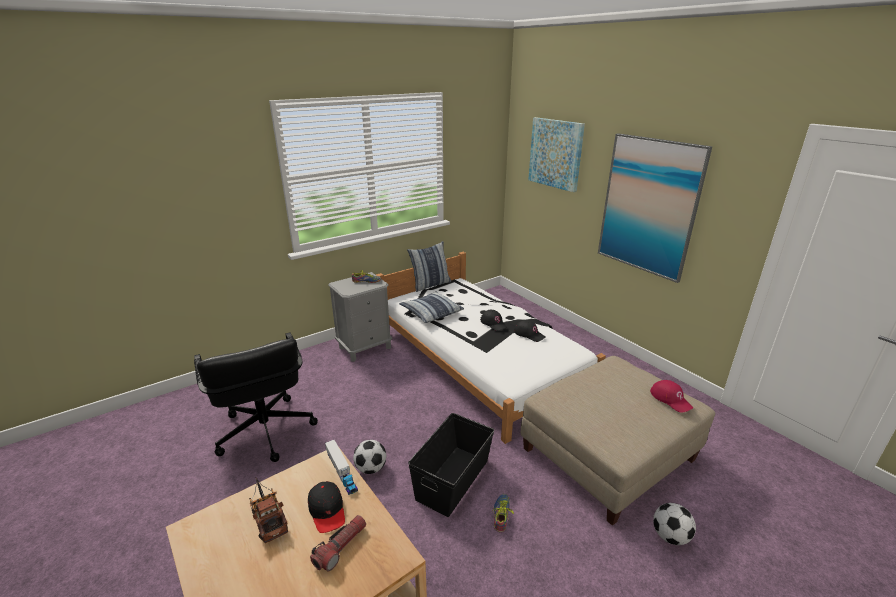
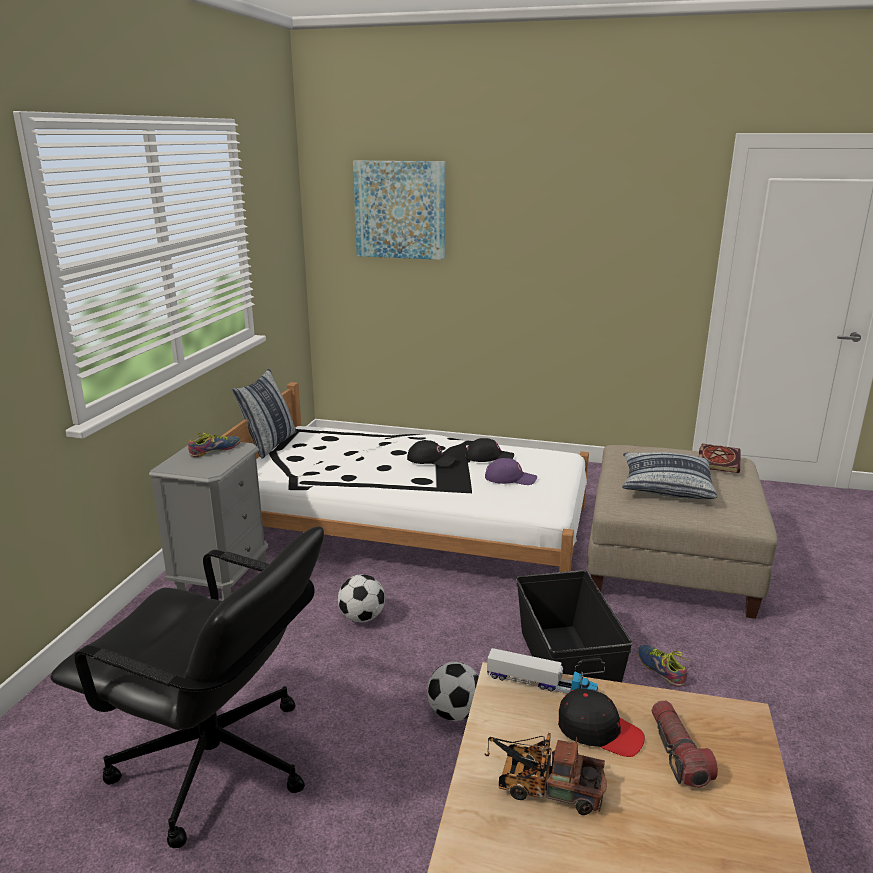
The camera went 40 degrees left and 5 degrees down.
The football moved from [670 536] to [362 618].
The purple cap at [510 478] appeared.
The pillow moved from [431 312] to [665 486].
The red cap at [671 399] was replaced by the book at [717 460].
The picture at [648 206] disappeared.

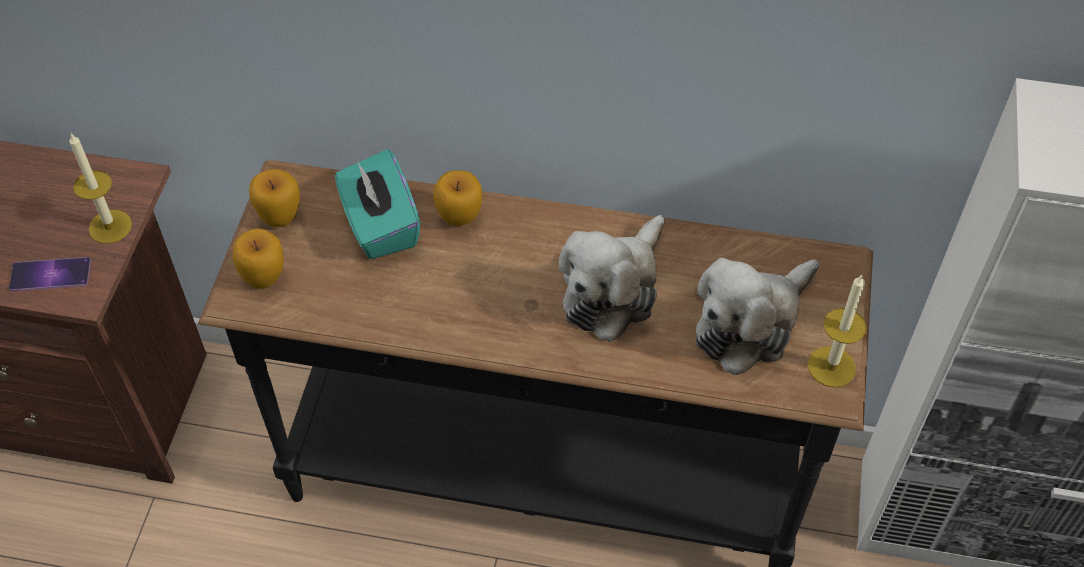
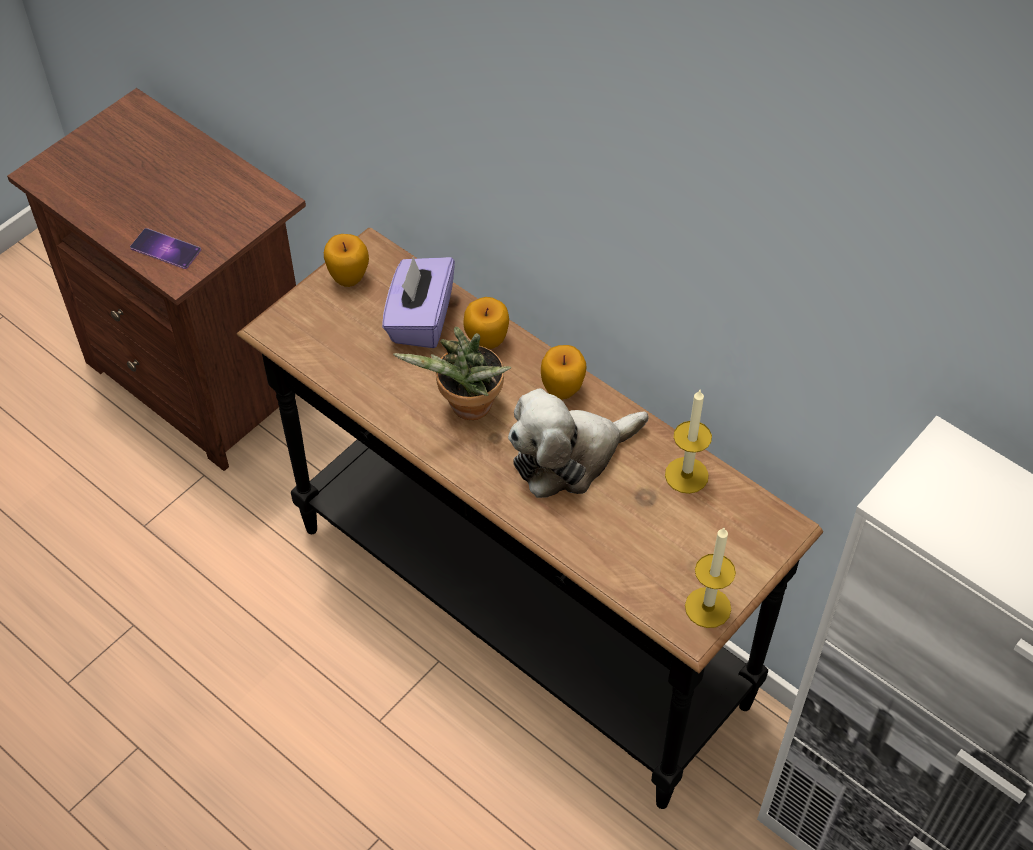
The camera went 30 degrees right and 0 degrees up.
The turquoise tissue box at [380 226] became the purple tissue box at [420 319].
The potted plant at [467 409] appeared.
The apple moved from [264 277] to [562 390].
The candle moved from [110 227] to [686 475].
The plush toy at [750 324] disappeared.

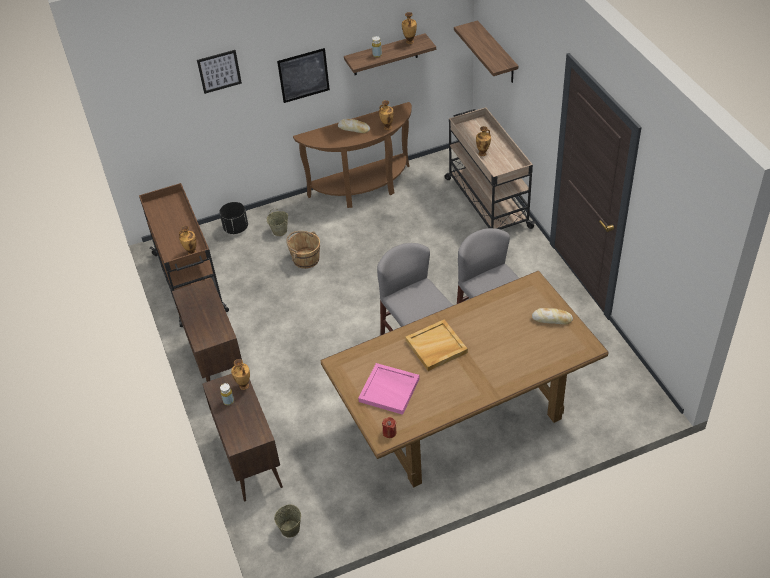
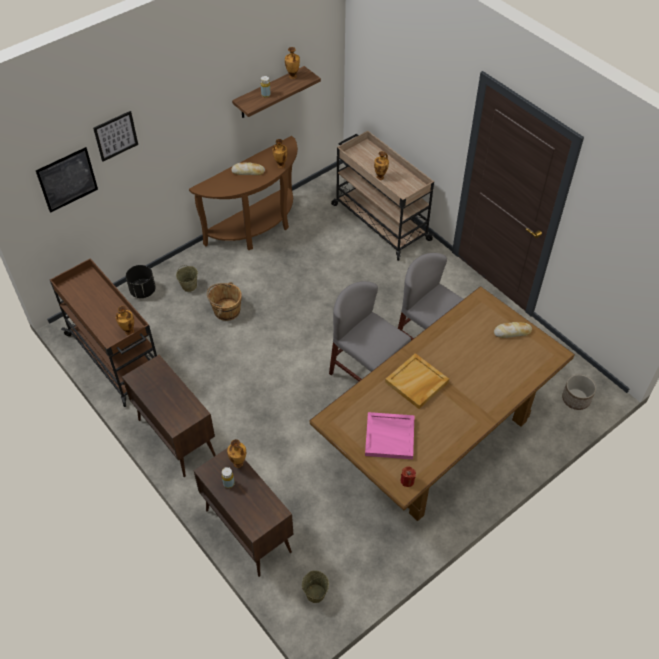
The camera went 20 degrees left and 5 degrees up.
The picture moved from [303 75] to [67 179].
The planter at [576 399] appeared.
The shelf at [497 53] disappeared.

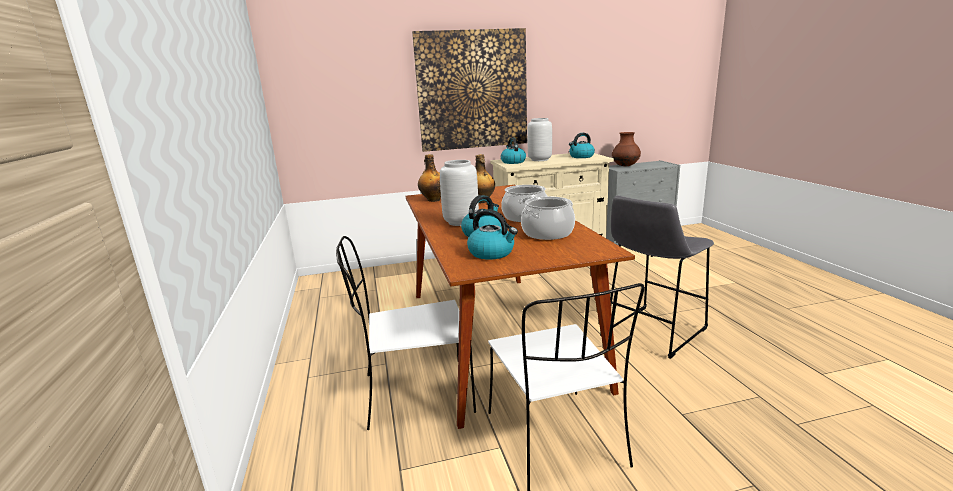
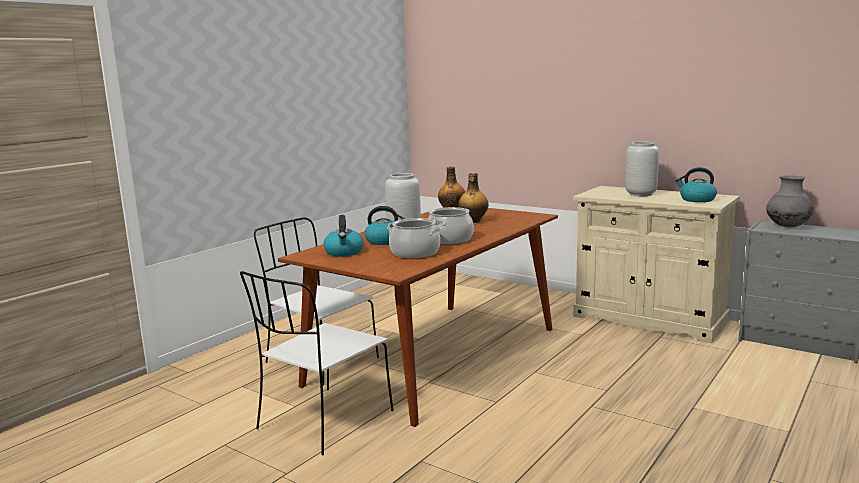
The camera went 50 degrees right and 5 degrees down.
The brown vase at [625 166] became the grey vase at [788 227].
The picture at [472 90] disappeared.
The kettle at [513 162] disappeared.
The grey stool at [652 332] disappeared.

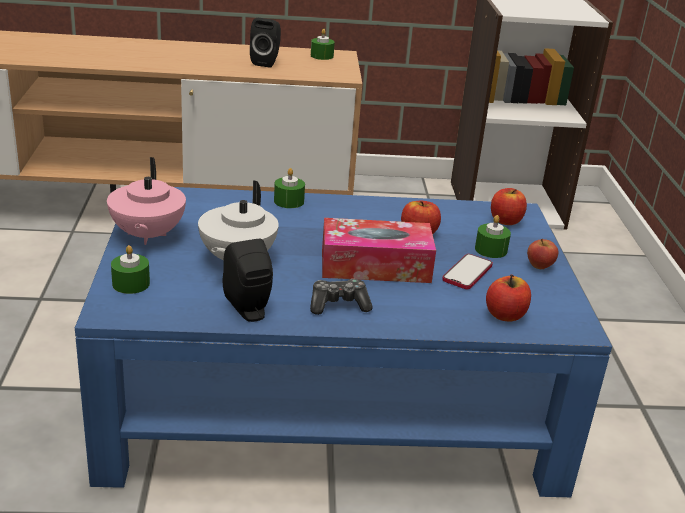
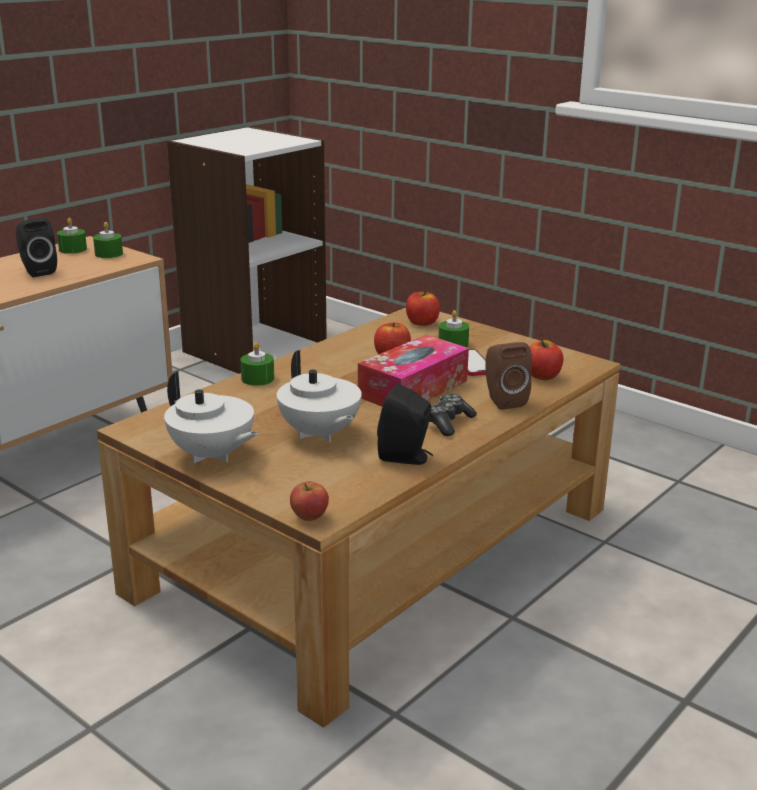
The camera went 45 degrees left and 5 degrees down.
The green candle moved from [131 284] to [109 254].
The blue coffee table at [329 398] became the brown coffee table at [375 550].
The pink teapot at [147 235] became the white teapot at [212 455].
The apple moved from [540 266] to [310 516].
The brown speaker at [503 400] appeared.

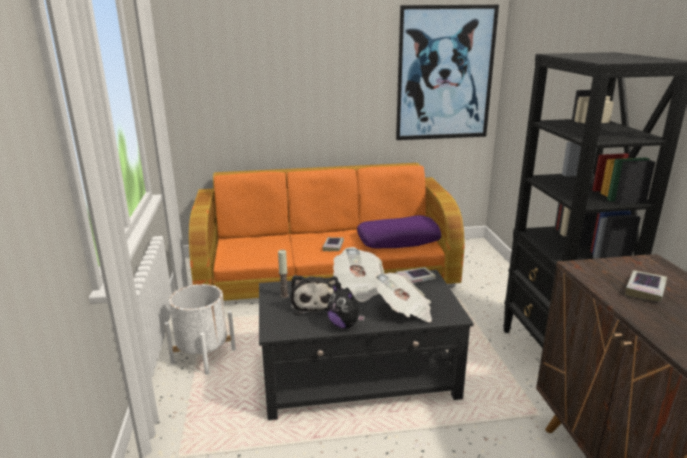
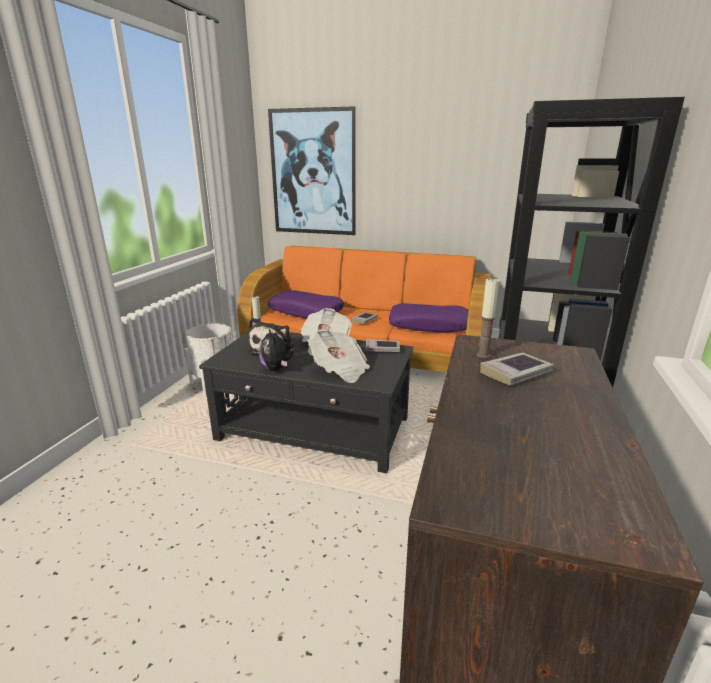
The camera went 25 degrees right and 0 degrees up.
The picture moved from [445 74] to [313 173].
The purple pillow at [306 312] appeared.
The candle at [483 355] appeared.

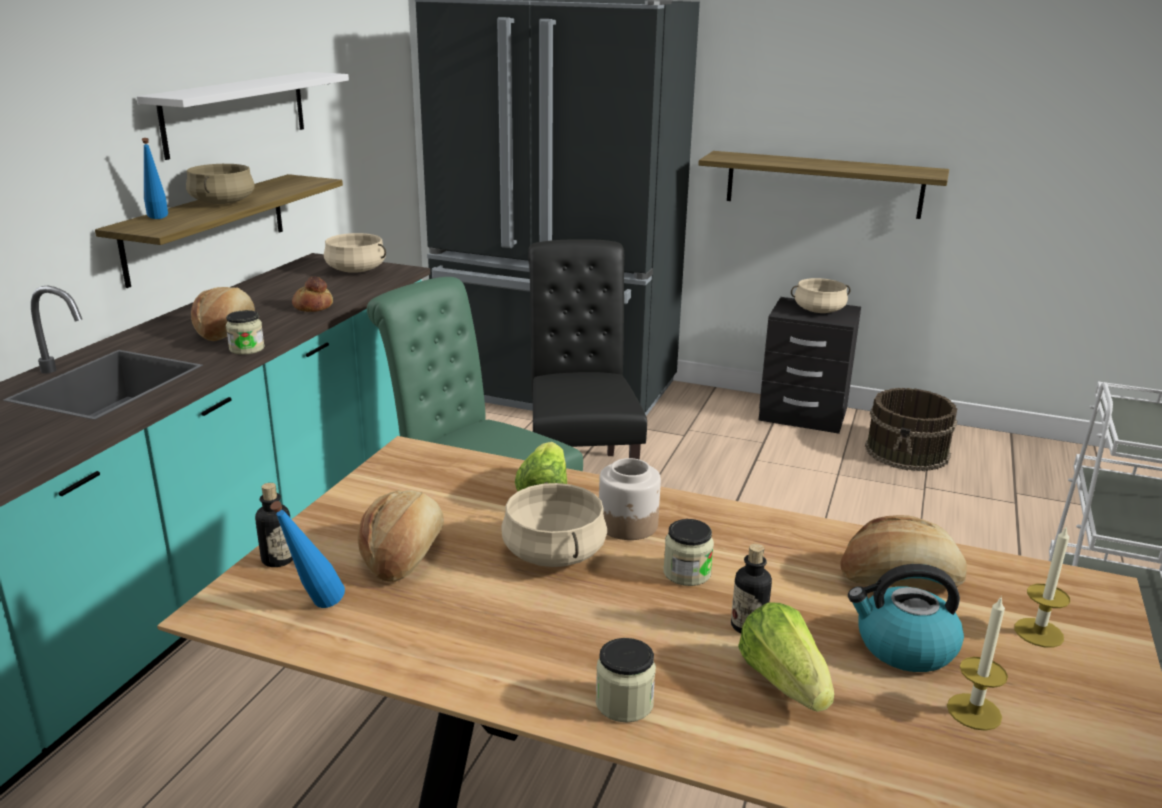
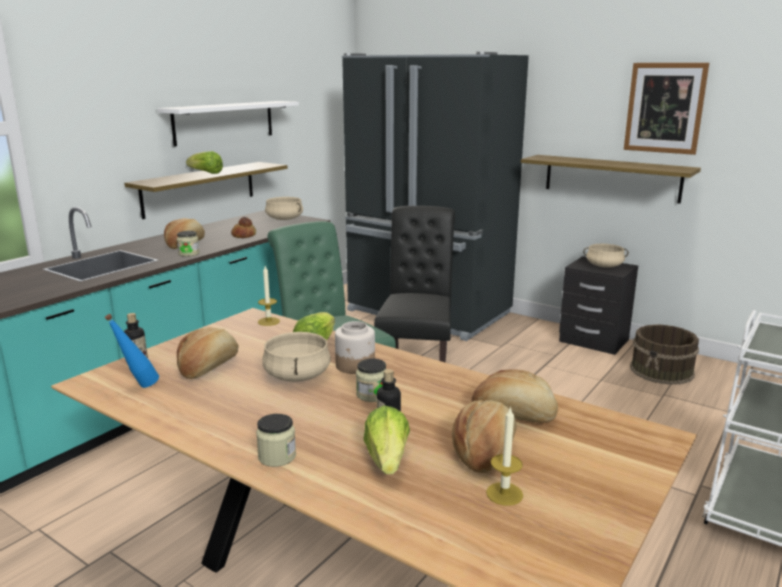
The camera went 15 degrees right and 5 degrees down.
The beige cooking pot at [223 202] was replaced by the lettuce at [206 173].
The candle moved from [1038 632] to [268 321].
The kettle at [903 647] was replaced by the bread at [485 452].
The picture at [664 108] appeared.
The blue bottle at [158 219] disappeared.

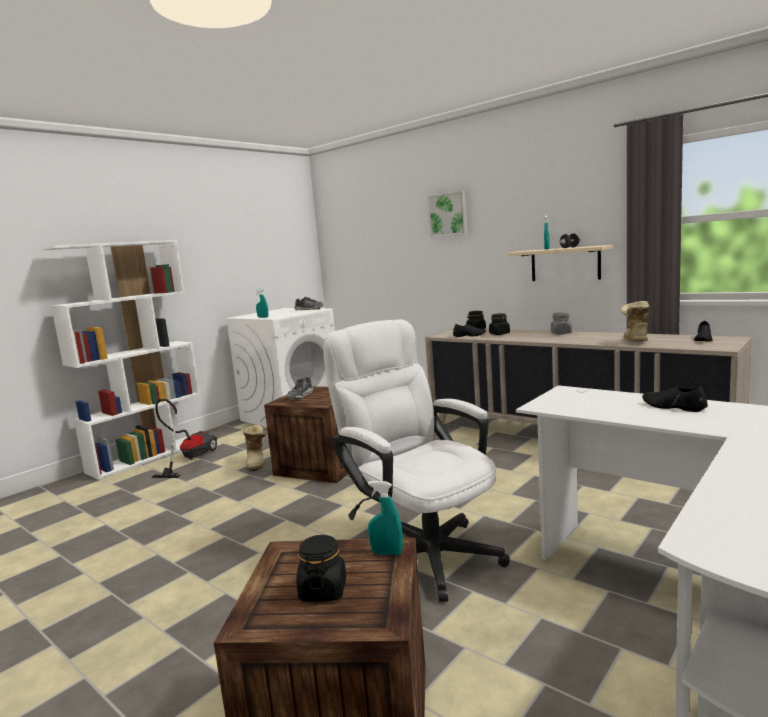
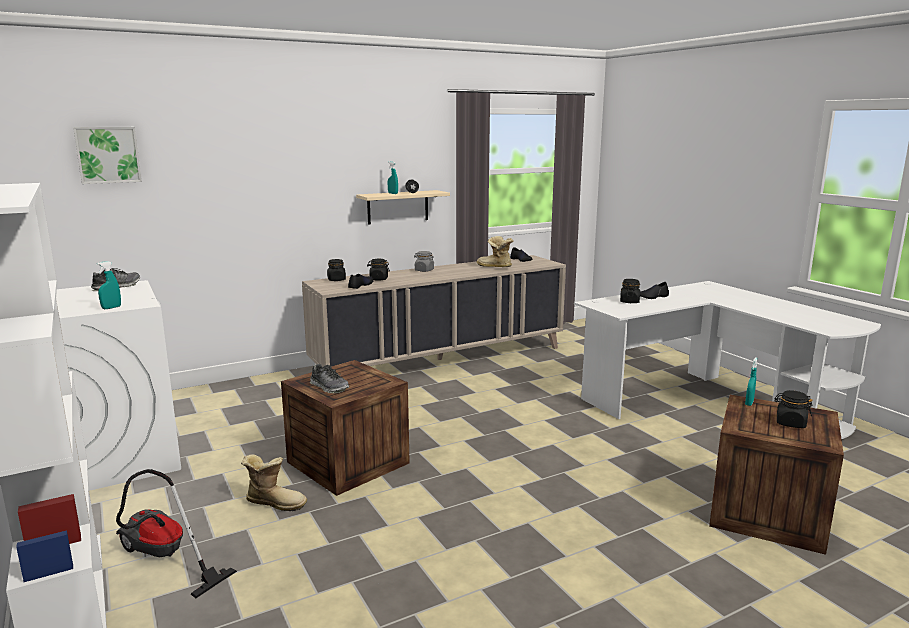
The camera went 70 degrees left and 5 degrees up.
The picture moved from [448 214] to [108 155].
The black jar at [629 301] appeared.
The white office chair at [422 551] disappeared.

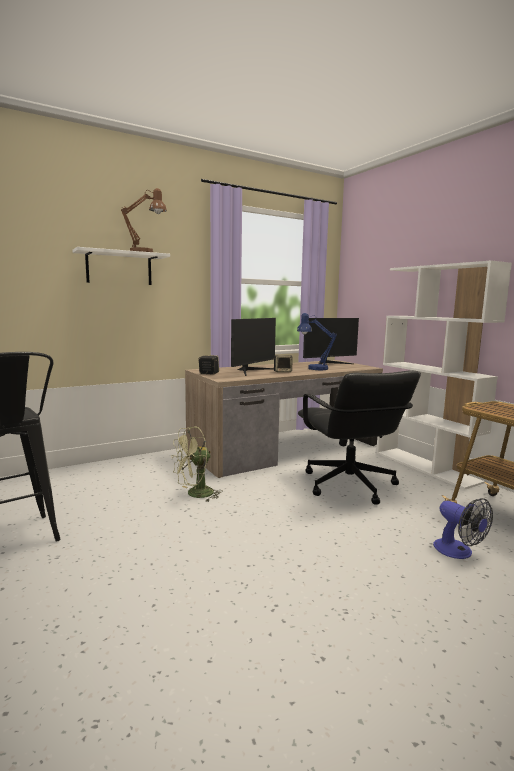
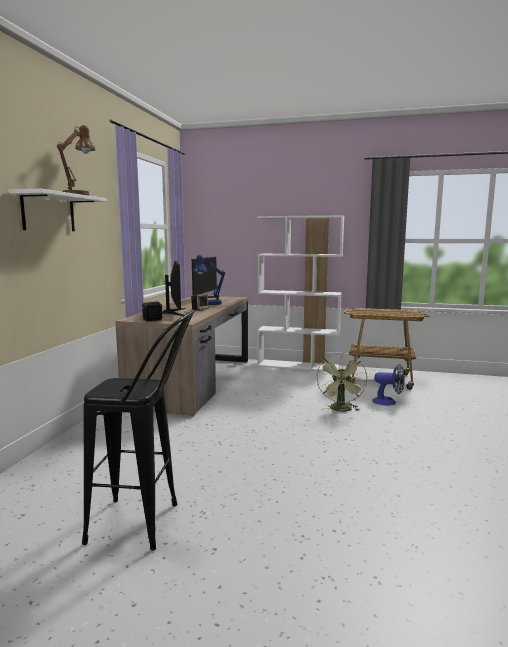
The camera went 45 degrees left and 0 degrees up.
The green fan moved from [195 494] to [341 410].
The black office chair at [349 485] disappeared.

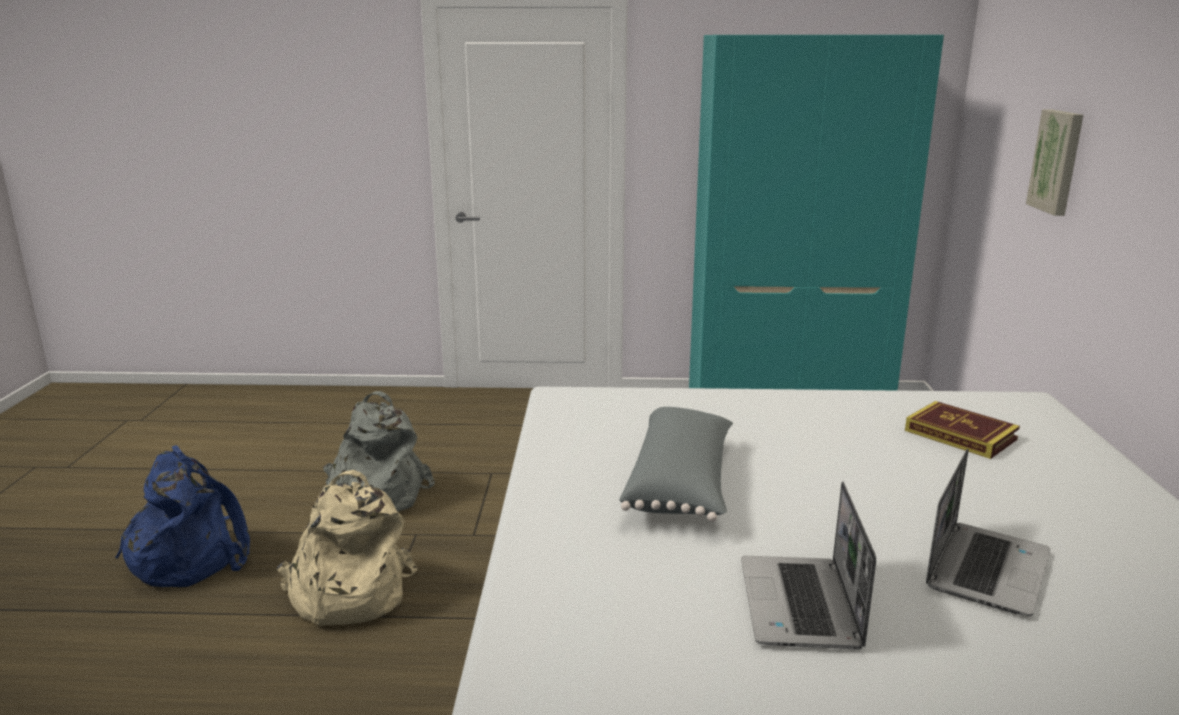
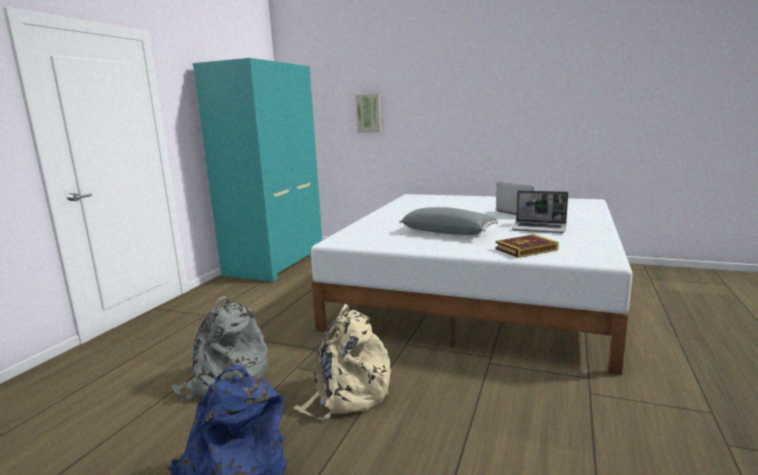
The camera went 70 degrees left and 5 degrees down.
The book moved from [960 435] to [526 249].

